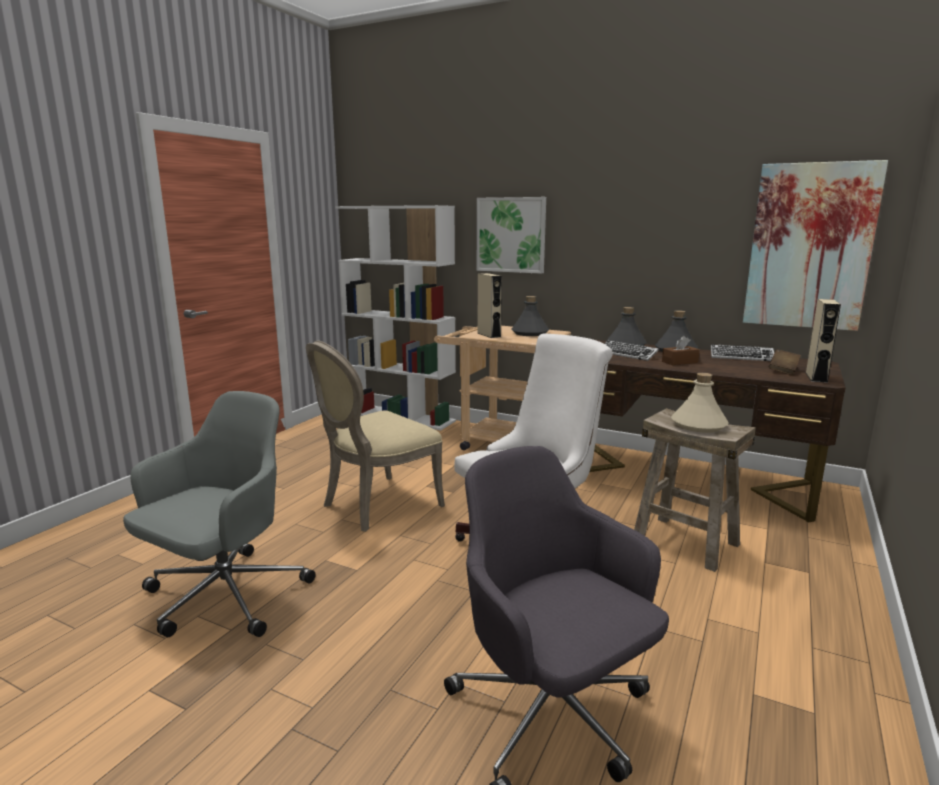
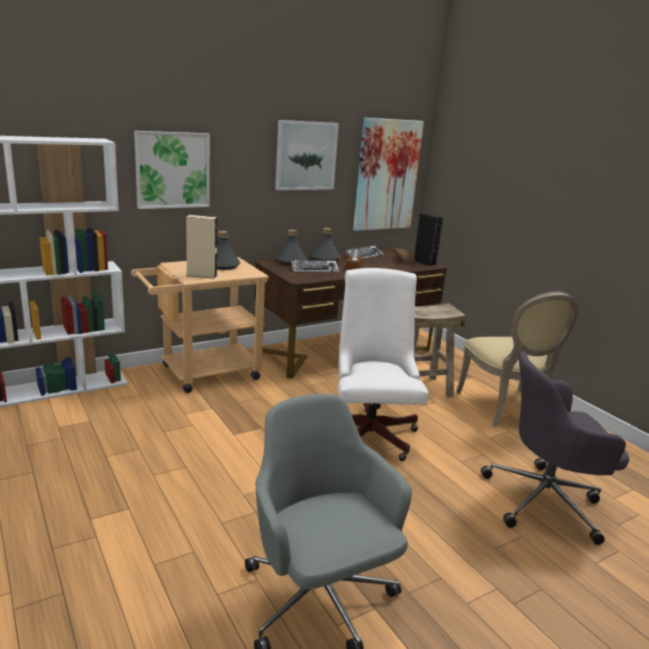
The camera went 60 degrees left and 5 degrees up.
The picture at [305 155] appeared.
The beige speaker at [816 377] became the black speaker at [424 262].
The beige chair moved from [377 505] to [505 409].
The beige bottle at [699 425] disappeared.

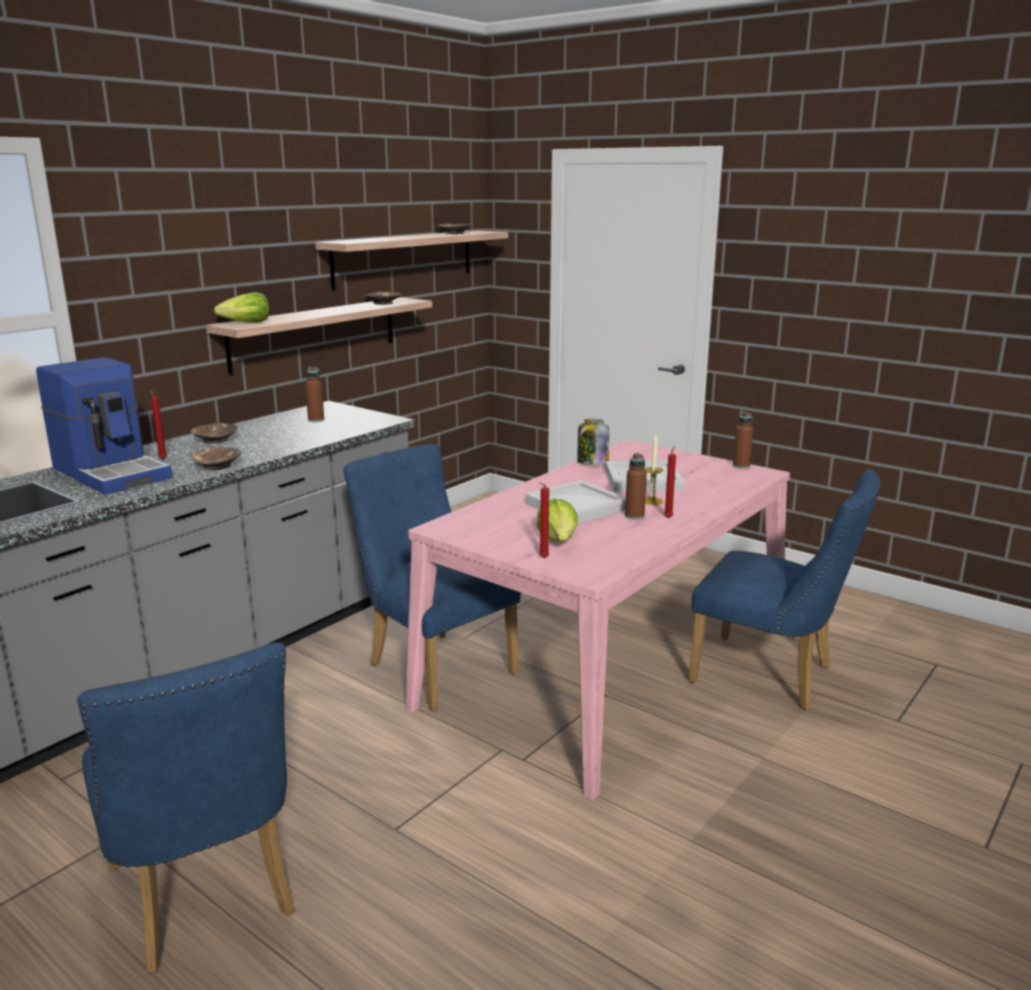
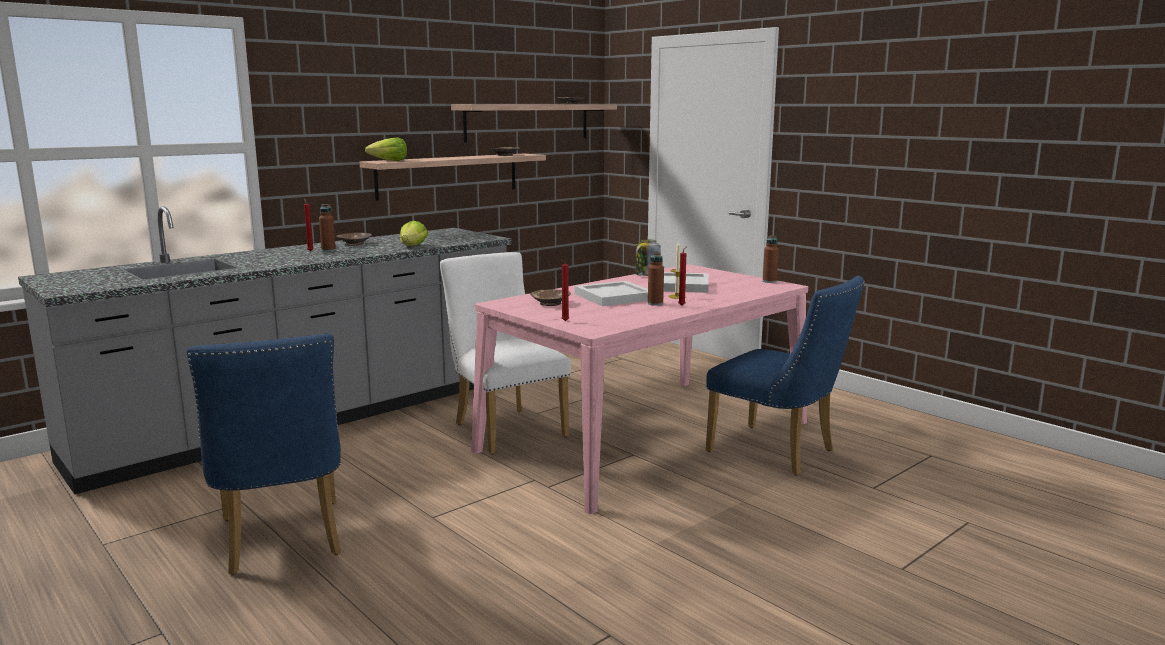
The camera went 10 degrees right and 5 degrees down.
The brown bottle moved from [316 420] to [328 250].
The lettuce moved from [559 539] to [413 246].
The blue chair at [434 665] became the white chair at [505 428].
The brown bowl moved from [217 466] to [550 303].
The coffee machine at [112 472] disappeared.

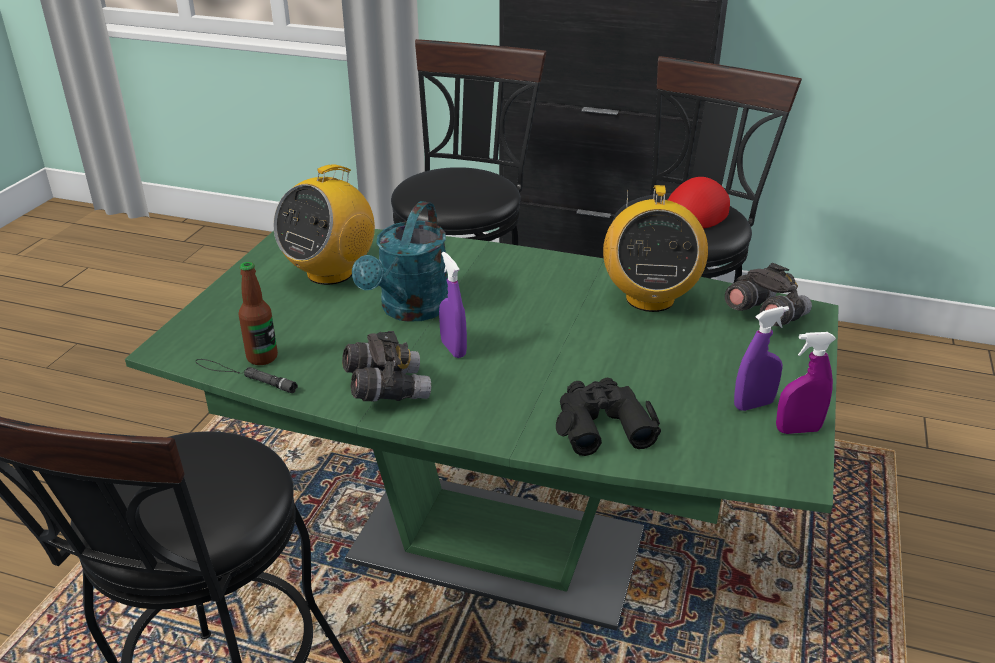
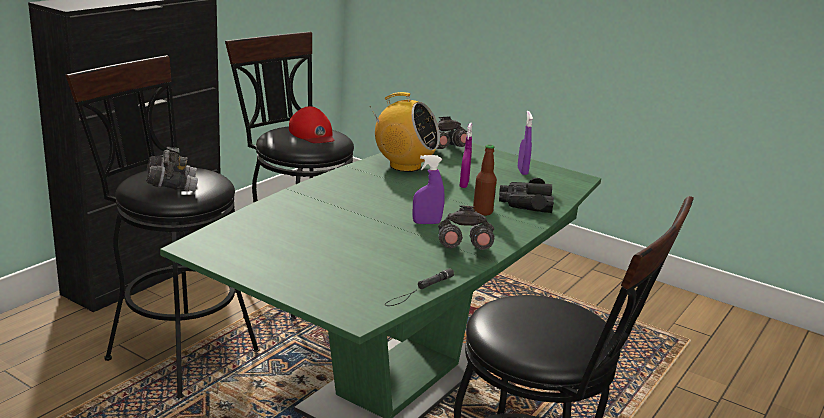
The camera went 75 degrees left and 10 degrees down.
The grey binoculars at [172 186] appeared.
The purple spray bottle moved from [797 430] to [464 184].
The bottle moved from [262 357] to [482 212].
The radio at [330 272] disappeared.
The turquoise watering can at [410 310] disappeared.

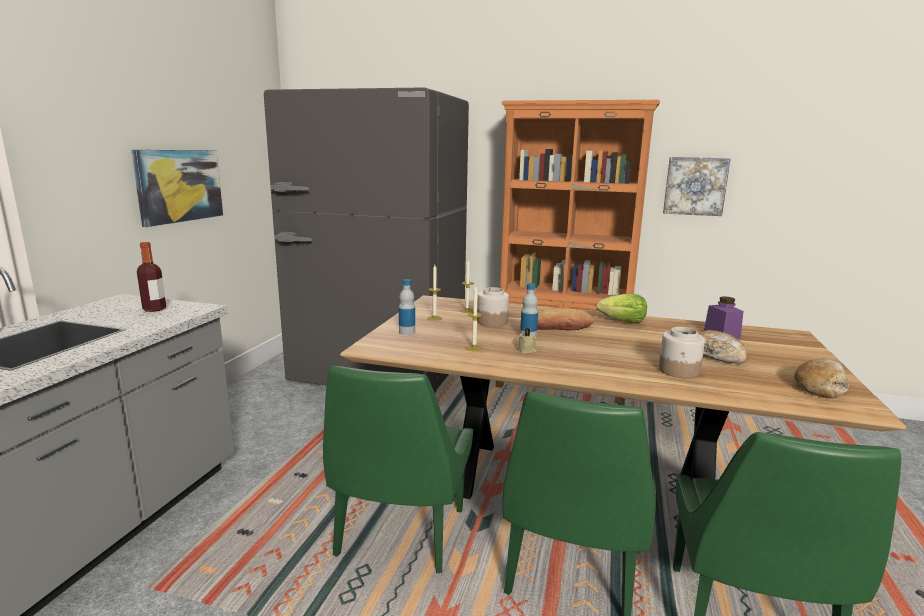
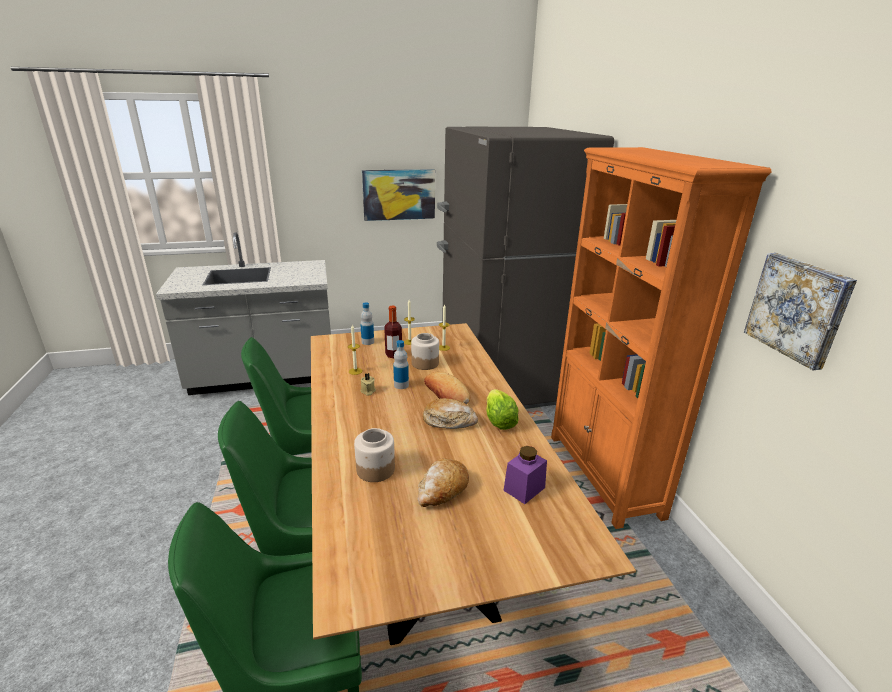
The camera went 60 degrees right and 10 degrees up.
The bottle moved from [154 309] to [393 355].
The bread moved from [820 387] to [449 421].

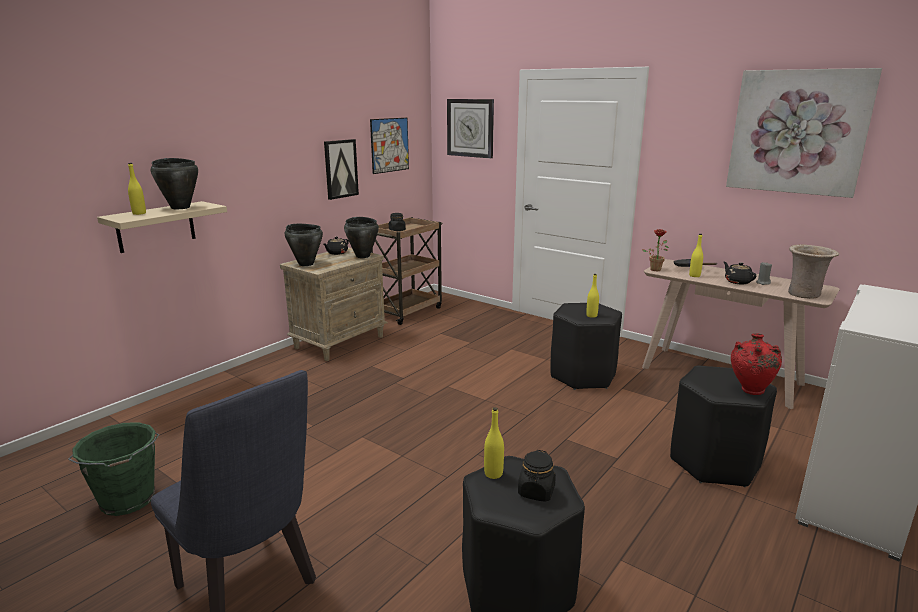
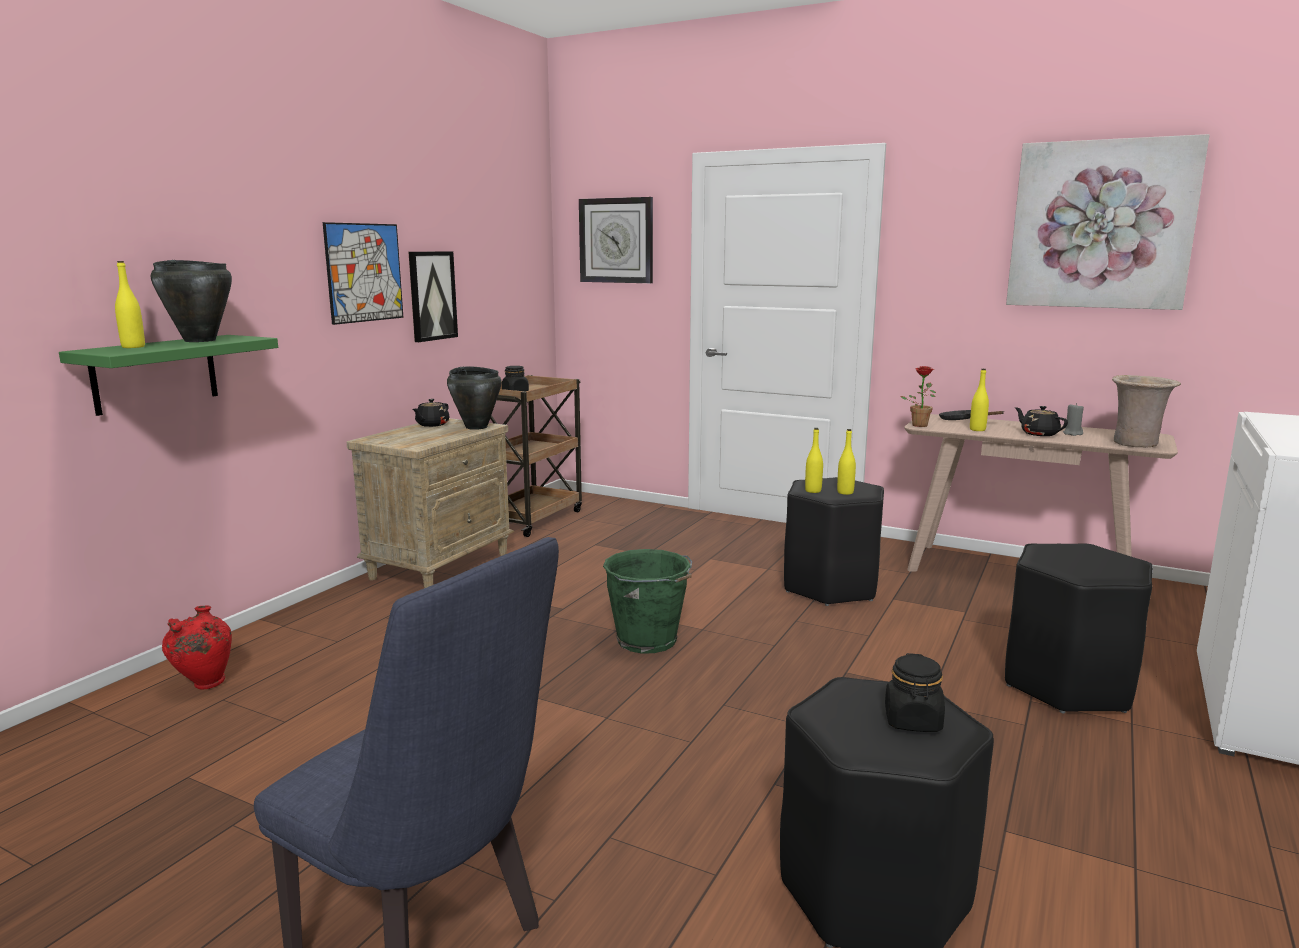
The camera went 10 degrees left and 5 degrees down.
The beige shelf at [156 227] became the green shelf at [155 373].
The red vase moved from [750 391] to [204 685].
The picture moved from [389 145] to [364 272].
The green bucket moved from [128 501] to [648 641].
The yellow bottle moved from [493 474] to [813 491].
The black cooking pot at [306 264] disappeared.

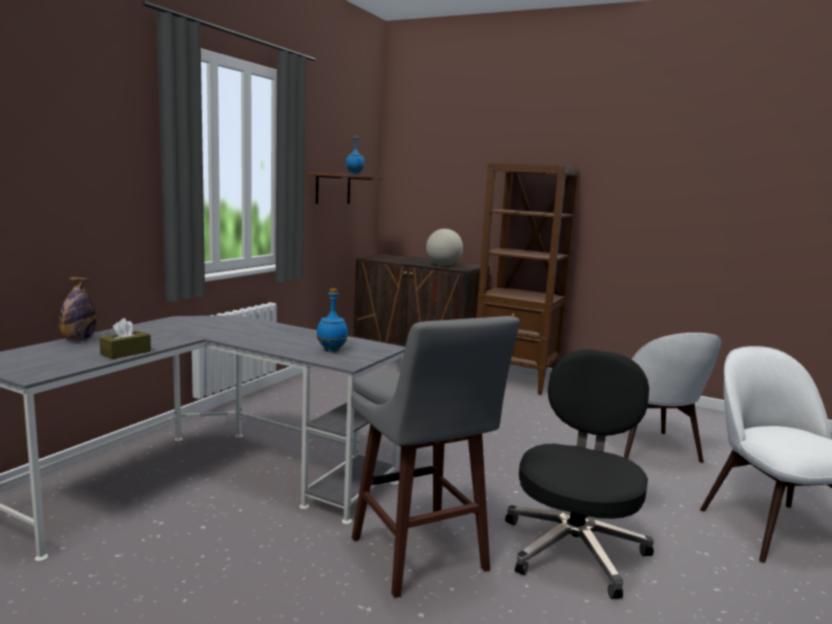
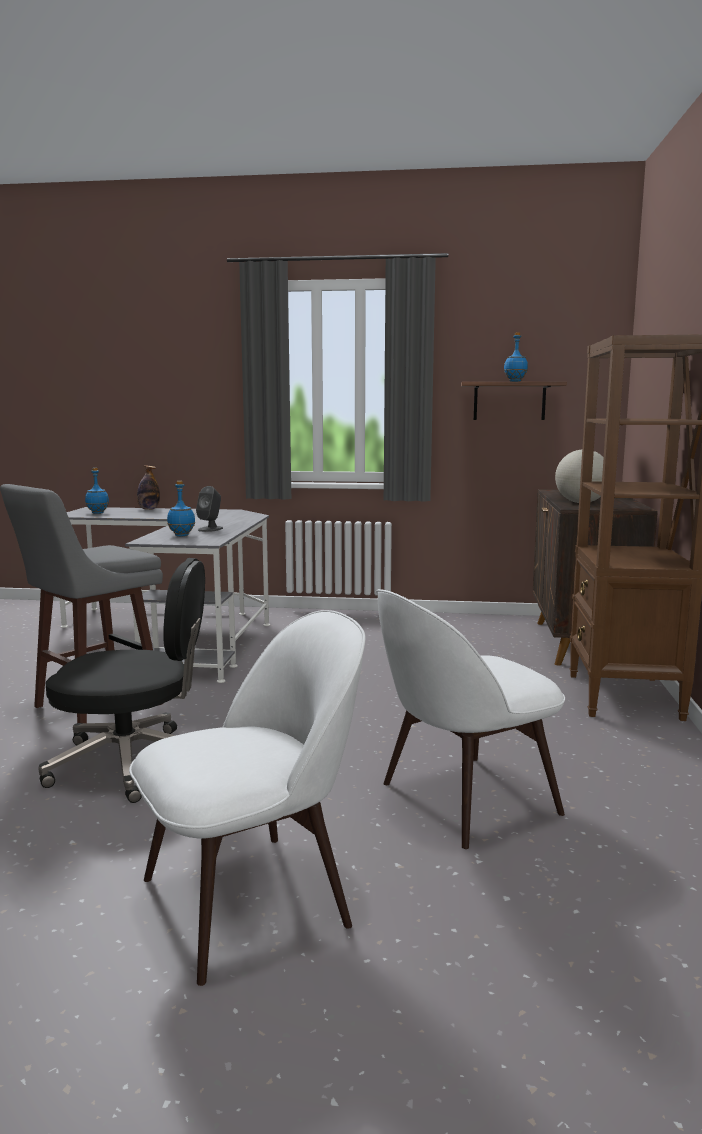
The camera went 70 degrees right and 0 degrees up.
The blue bottle at [97 513] appeared.
The grey speaker at [210 529] appeared.
The brown tissue box at [126 353] disappeared.

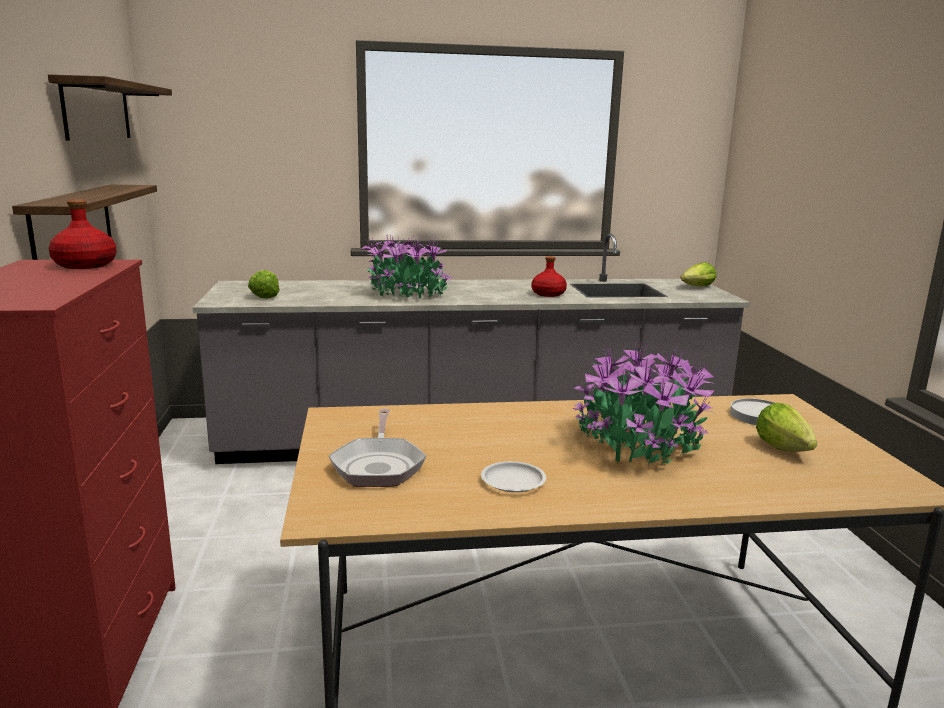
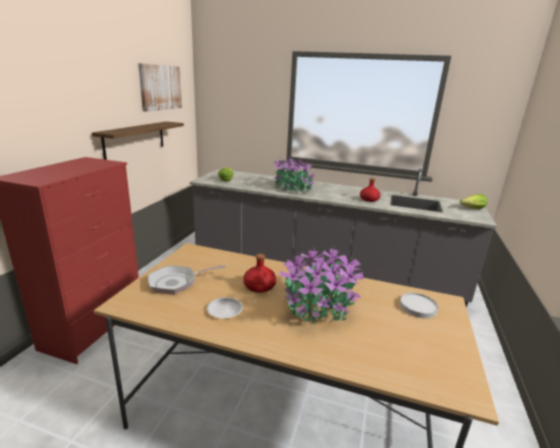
The camera went 25 degrees right and 5 degrees up.
The shelf at [97 110] was replaced by the picture at [160 87].
The frying pan at [378 465] turned 45 degrees clockwise.
The red bottle moved from [84 265] to [259 286].
The lettuce at [786 450] disappeared.

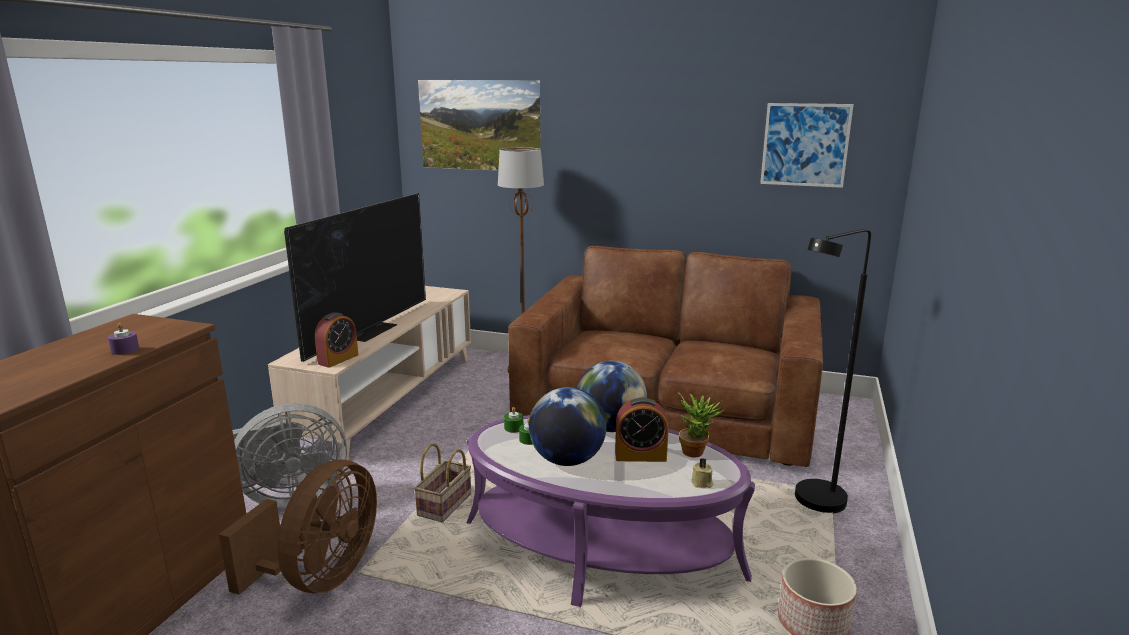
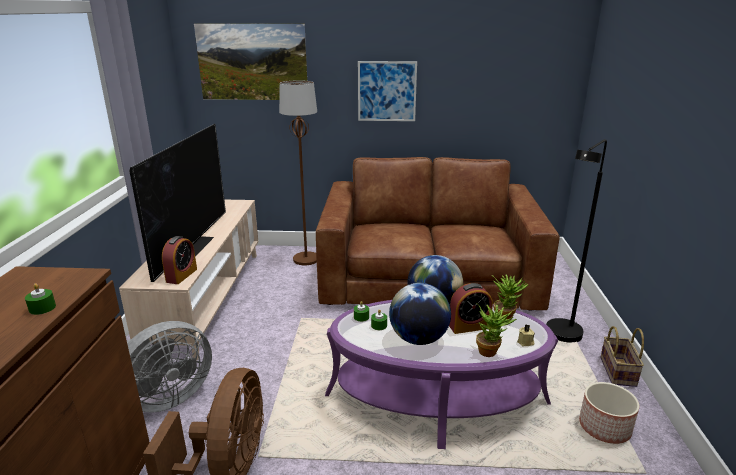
The camera went 15 degrees left and 5 degrees up.
The purple candle at [125 350] became the green candle at [42 308].
The picture moved from [805 145] to [387 91].
The potted plant at [490 351] appeared.
The basket moved from [445 506] to [619 372].

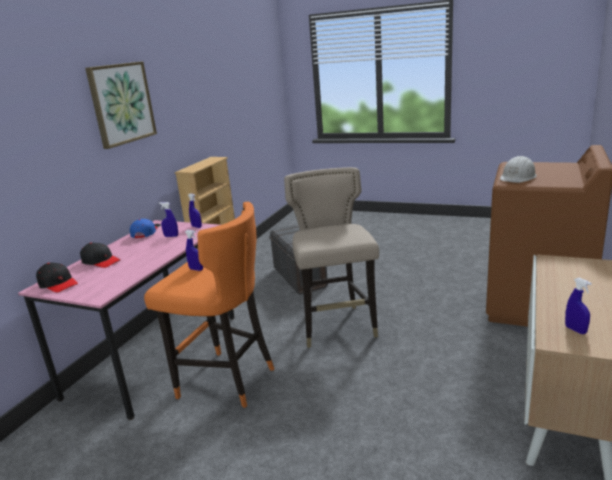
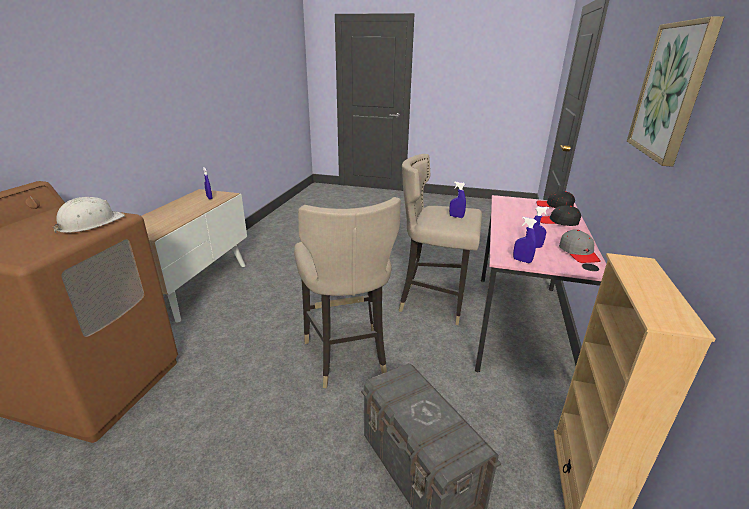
The camera went 170 degrees right and 5 degrees up.
The orange stool at [226 380] became the beige stool at [434 302].
The blue cap at [144 233] became the grey cap at [578 253].

